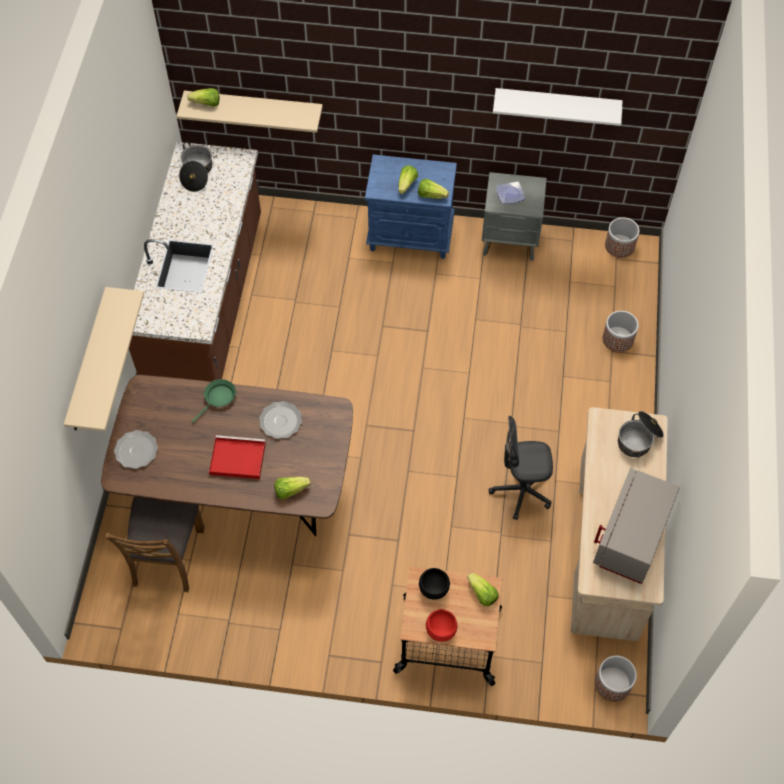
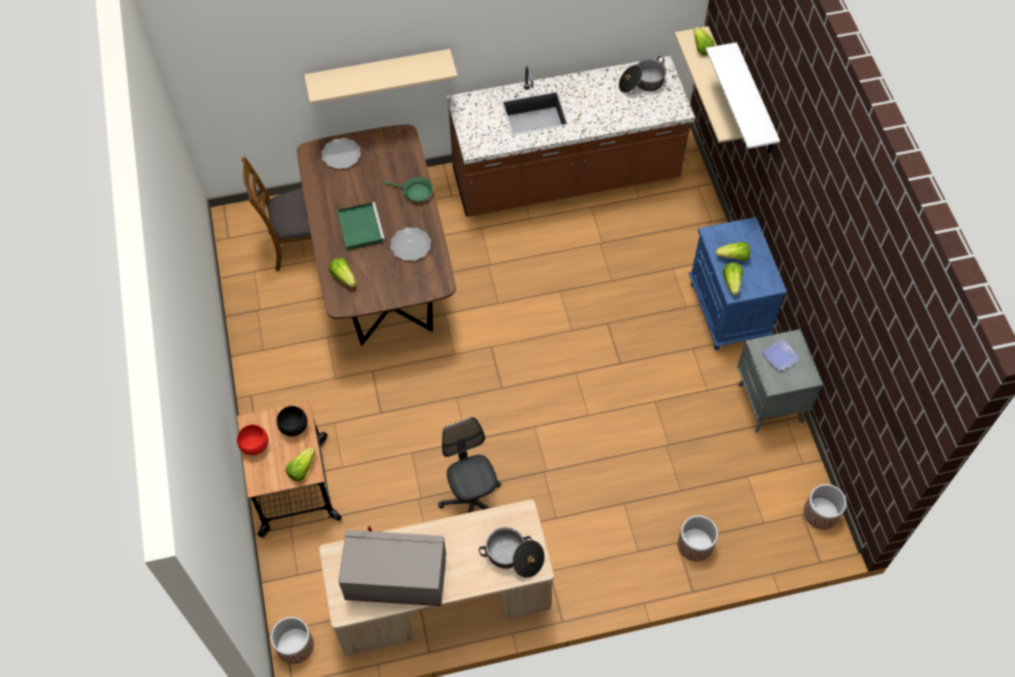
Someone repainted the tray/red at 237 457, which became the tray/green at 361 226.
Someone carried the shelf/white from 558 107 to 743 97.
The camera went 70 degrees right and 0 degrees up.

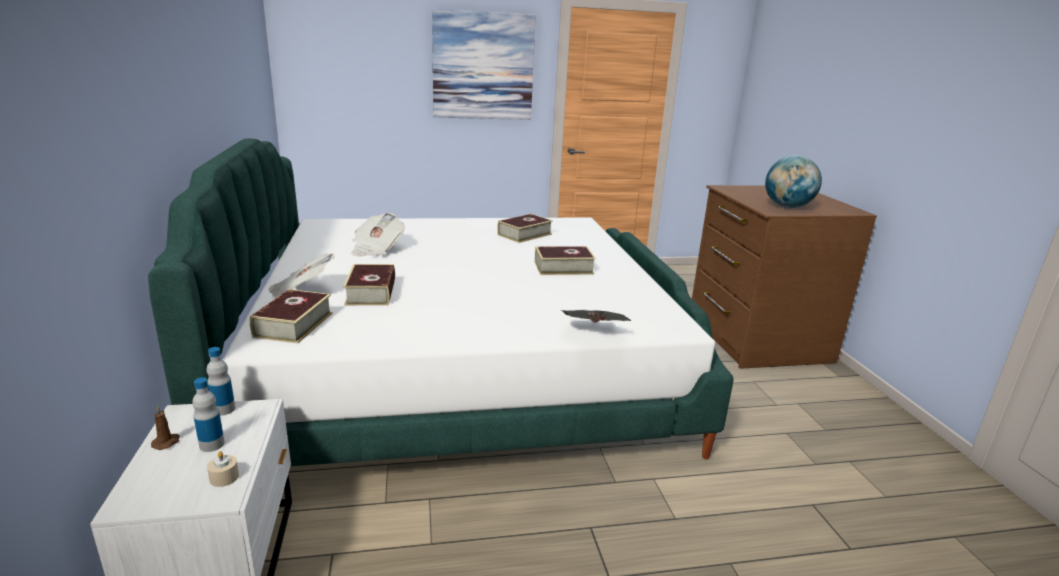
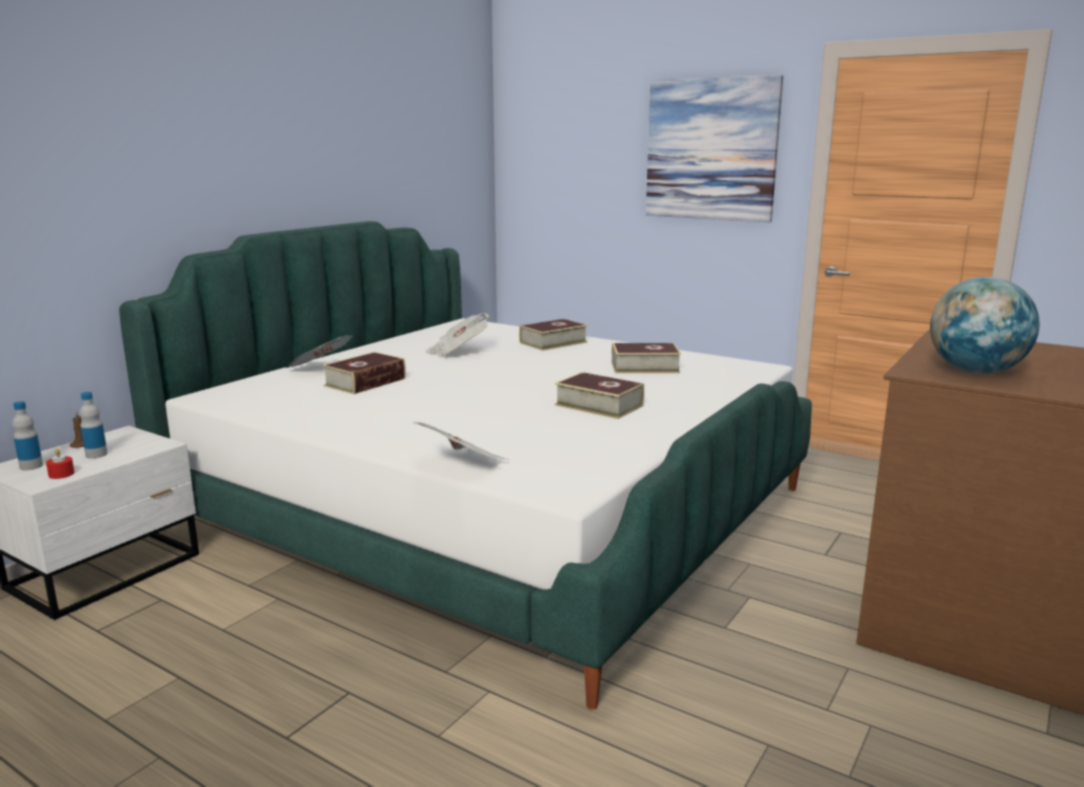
Someone carried the bottle from 220 381 to 27 435.
Someone repainted the candle/beige at 223 469, which became the candle/red at 60 464.
Someone carried the book from 291 316 to 553 335.
The camera went 45 degrees right and 5 degrees down.

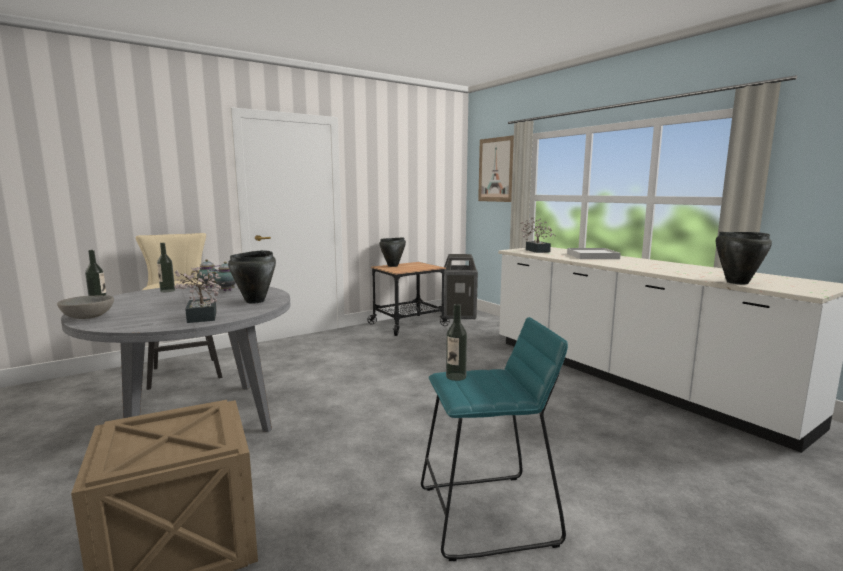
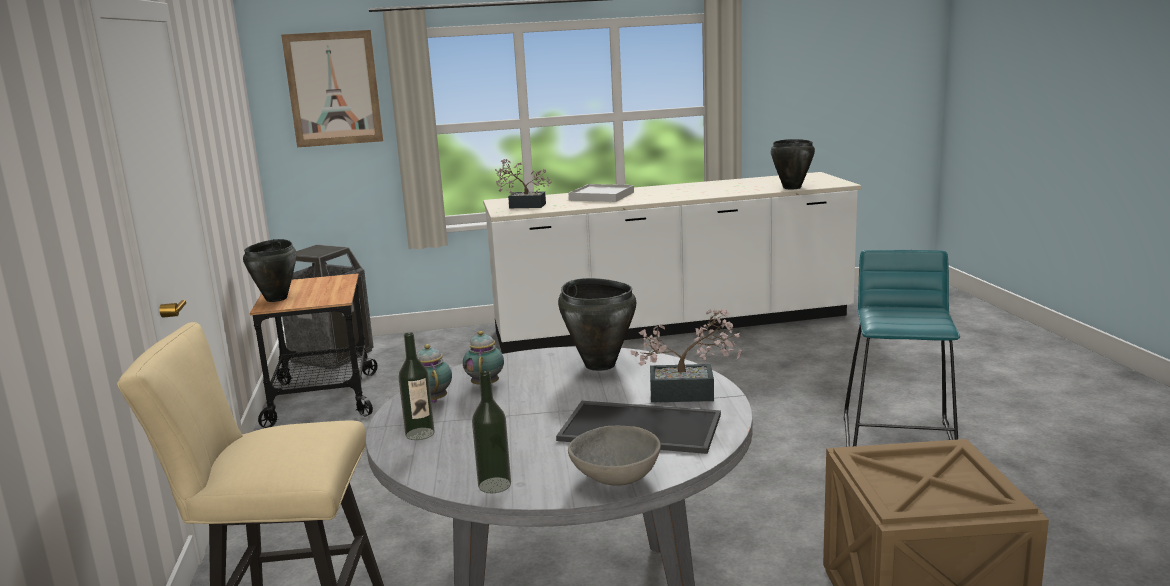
Someone took away the bottle at 456 342.
Someone put down the tray at 638 427.
The camera went 65 degrees left and 5 degrees up.

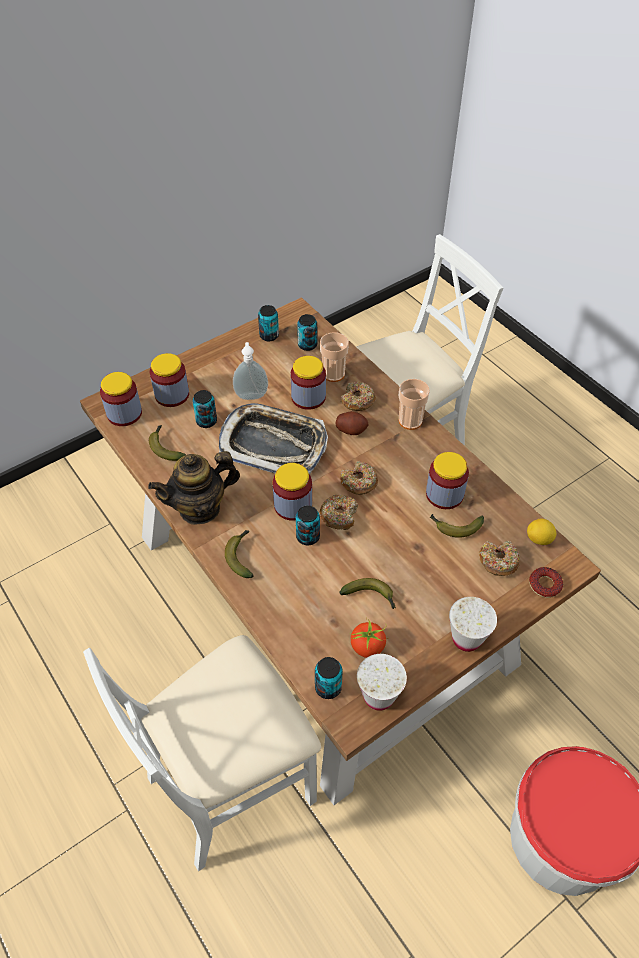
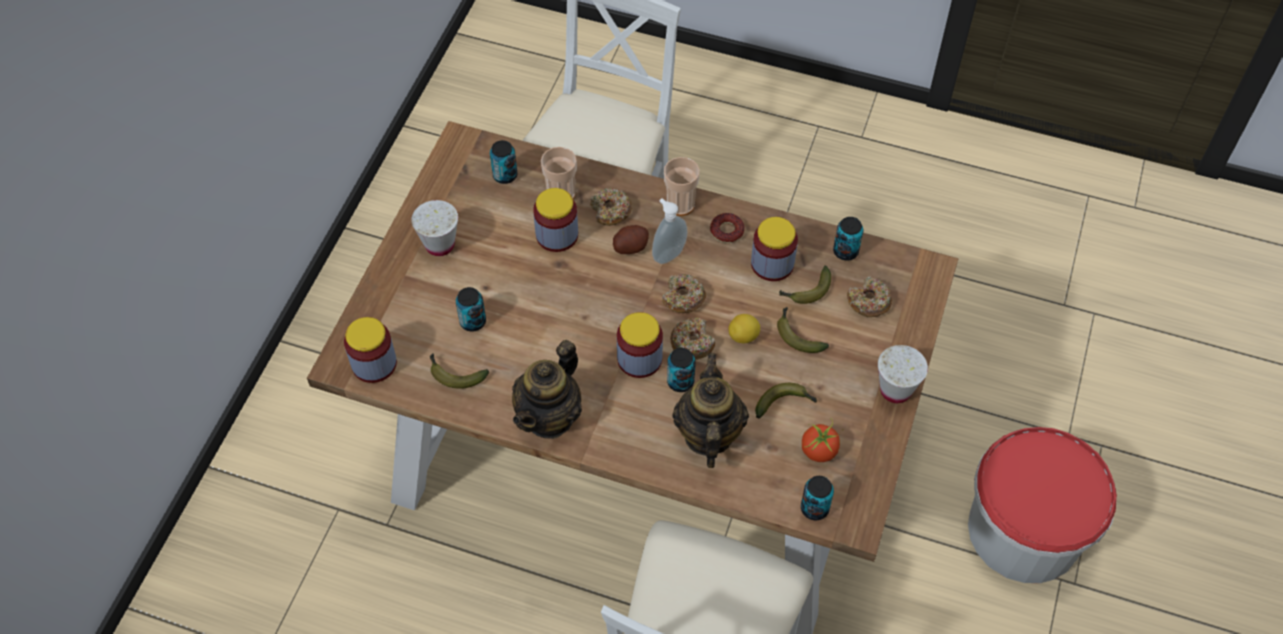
Someone took away the jar at 169 380.
Someone took away the tray at 273 438.
Someone carried the banana from 239 554 to 803 330.
Someone carried the soap dispenser from 250 371 to 670 231.
Someone carried the can from 268 323 to 848 239.
Someone carried the cup/white from 382 682 to 434 228.
Someone carried the lemon from 541 532 to 744 328.
Someone carried the donut from 546 582 to 727 228.
Someone put down the teapot at 710 410.
The camera went 35 degrees left and 5 degrees up.

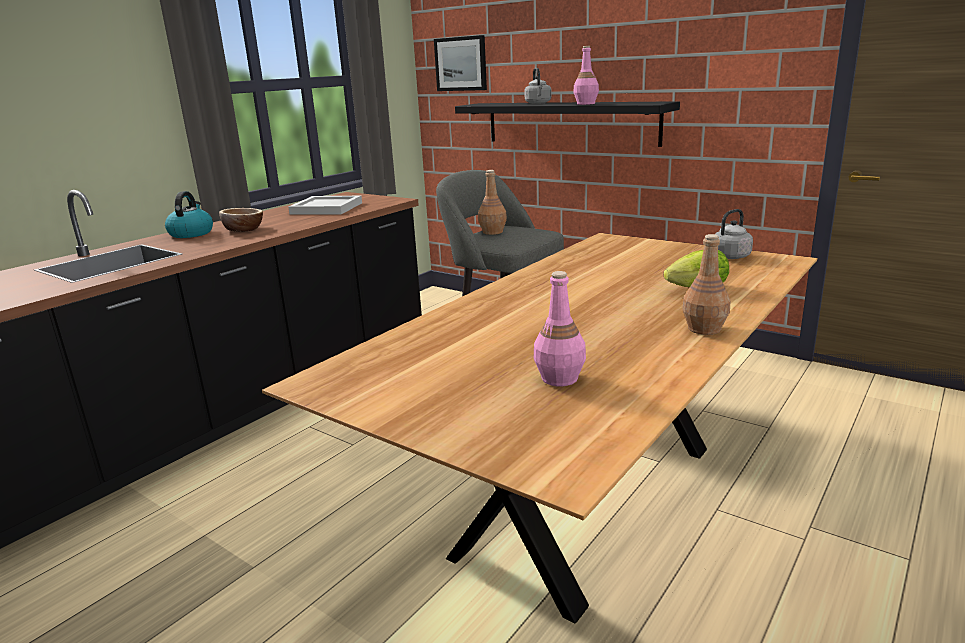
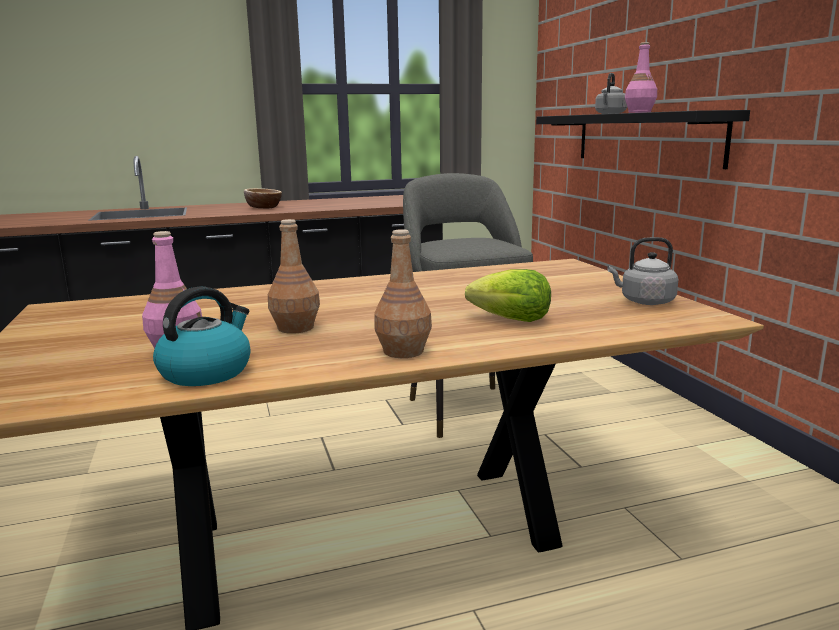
Someone carried the kettle from 189 214 to 201 336.
Someone took away the tray/white at 325 205.
Someone took away the picture at 460 63.
Someone carried the bottle/brown from 492 202 to 294 276.
The camera went 35 degrees right and 5 degrees down.

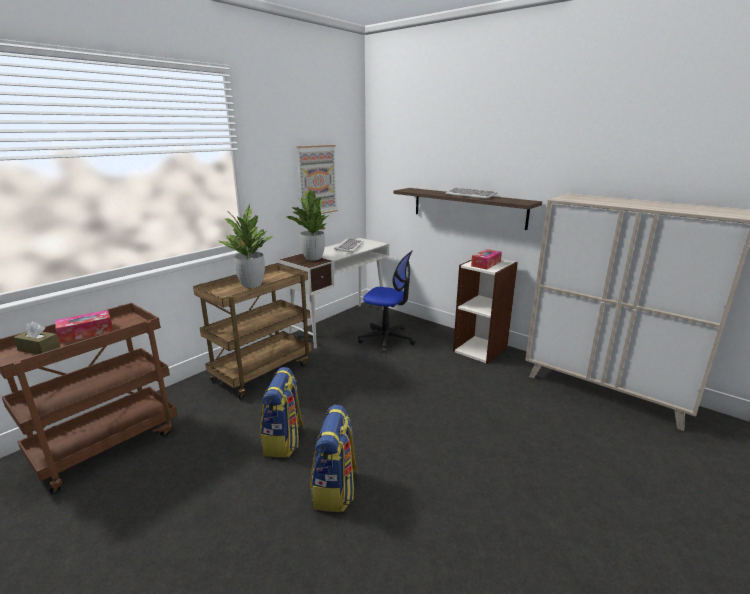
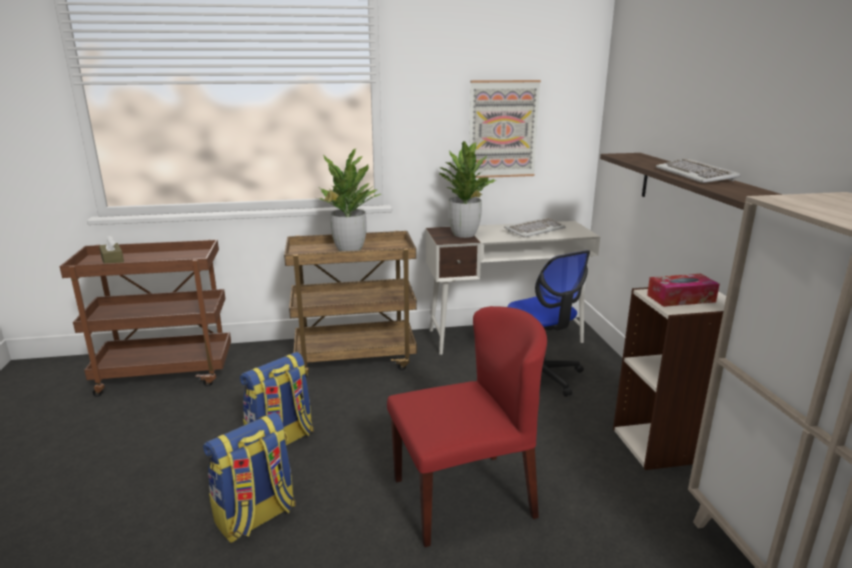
Someone took away the tissue box at 84 326.
Someone put down the chair/red at 467 426.
The camera went 40 degrees right and 0 degrees up.

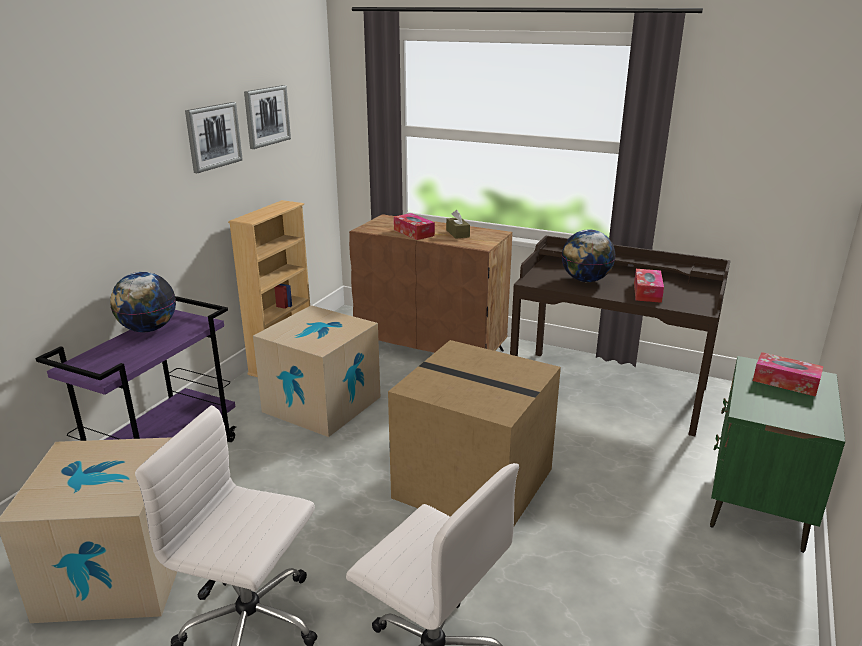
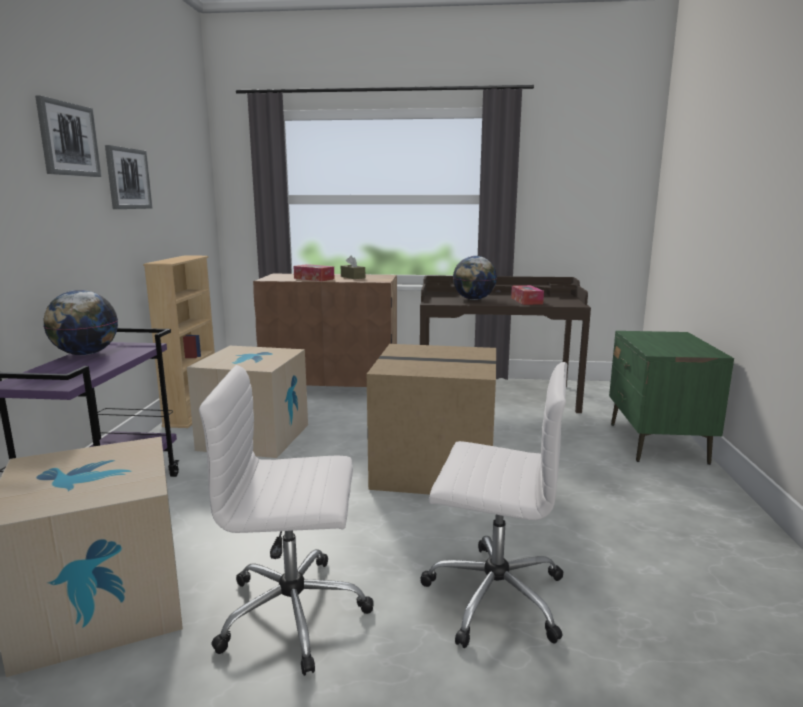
Someone carried the picture from 267 117 to 68 136.
Someone took away the tissue box at 788 374.
The camera went 20 degrees left and 10 degrees down.

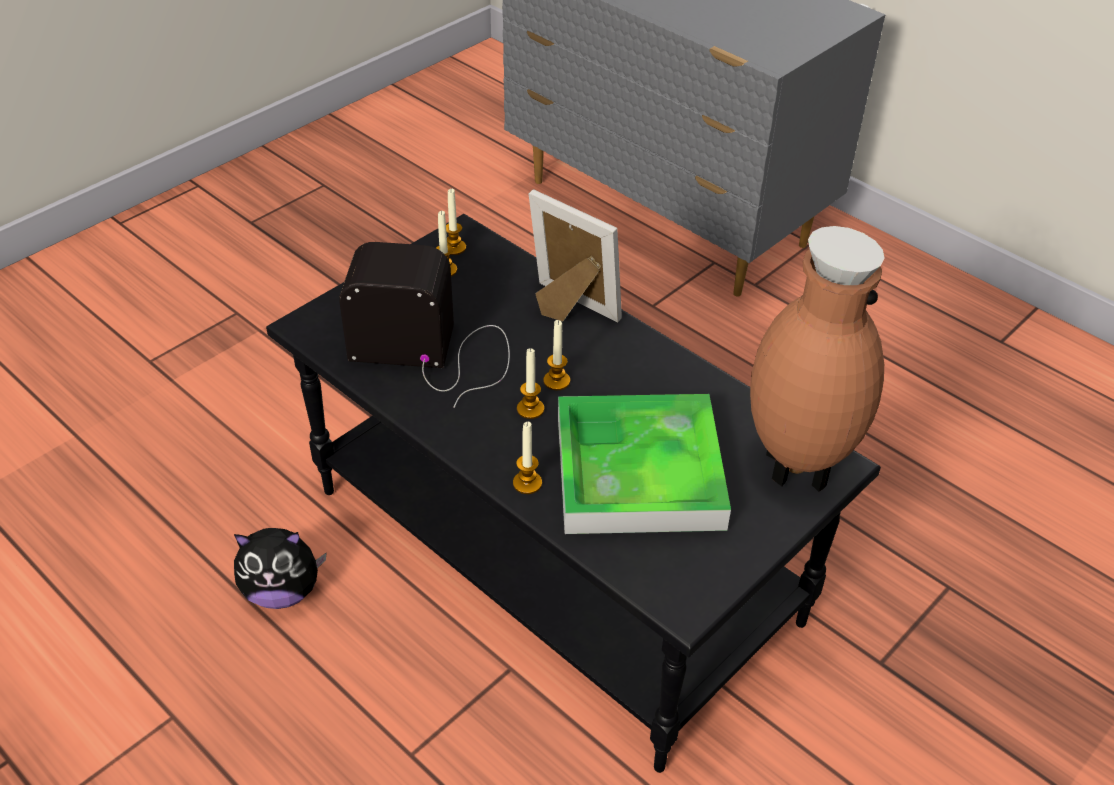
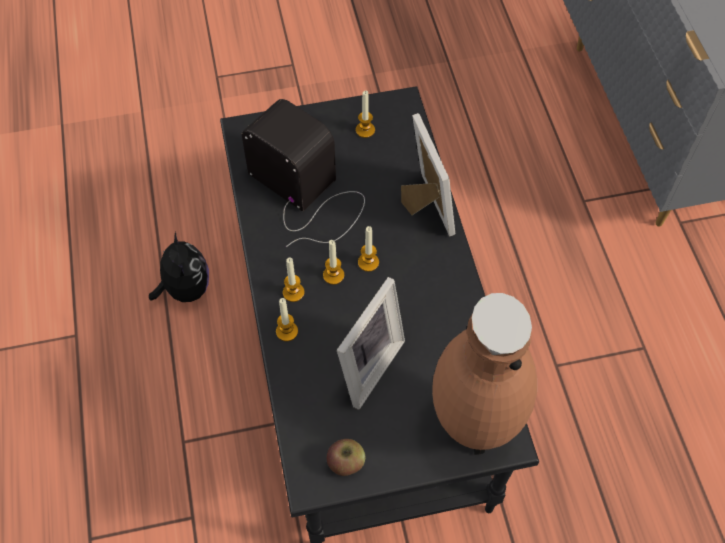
Someone rotated the plush toy at 280 568 by 135 degrees counterclockwise.
Someone carried the candle from 456 222 to 294 279.
Someone swapped the tray at 644 464 for the picture frame at 371 343.
Someone put down the apple at 346 457.
The camera went 35 degrees right and 15 degrees up.

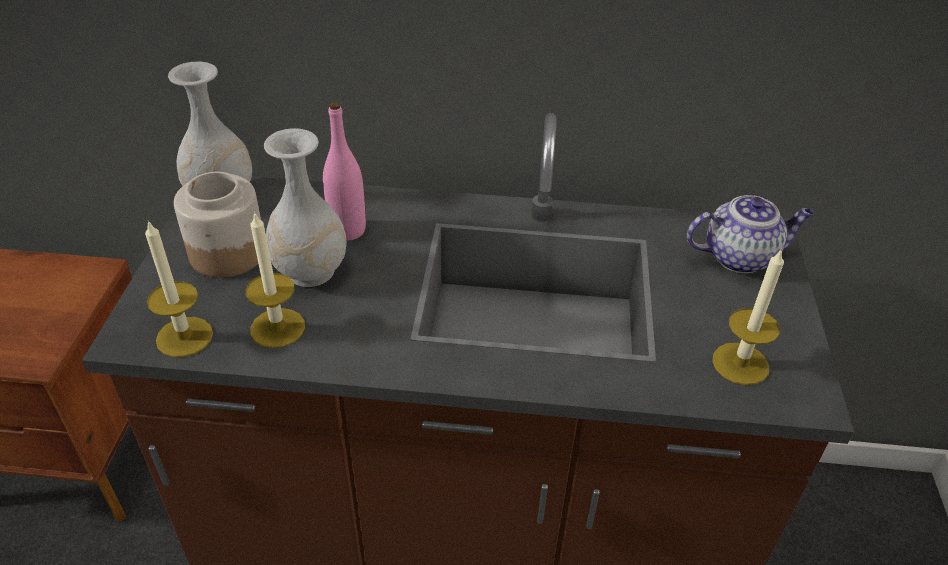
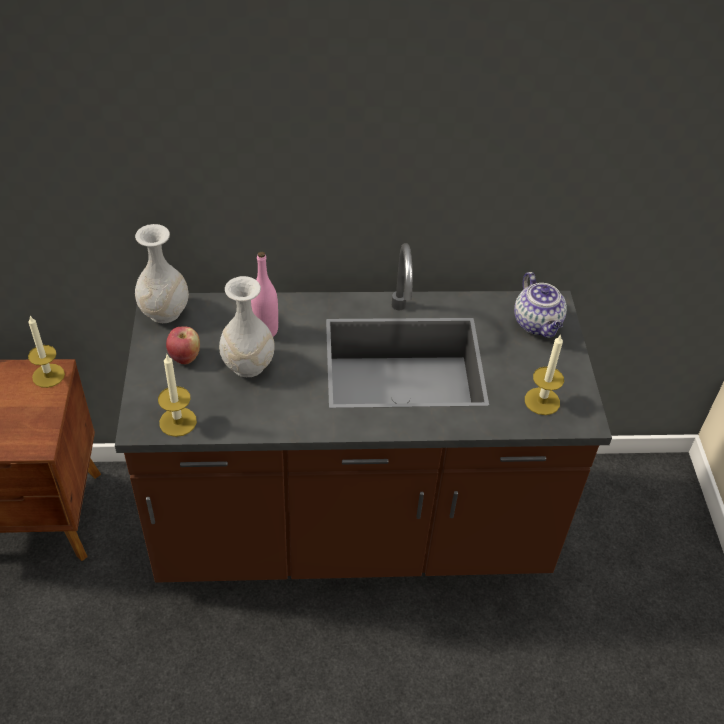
Someone swapped the jar at 217 225 for the apple at 183 345.
Someone carried the candle from 275 279 to 46 352.
Someone rotated the teapot at 750 234 by 90 degrees clockwise.
The camera went 10 degrees left and 5 degrees up.

